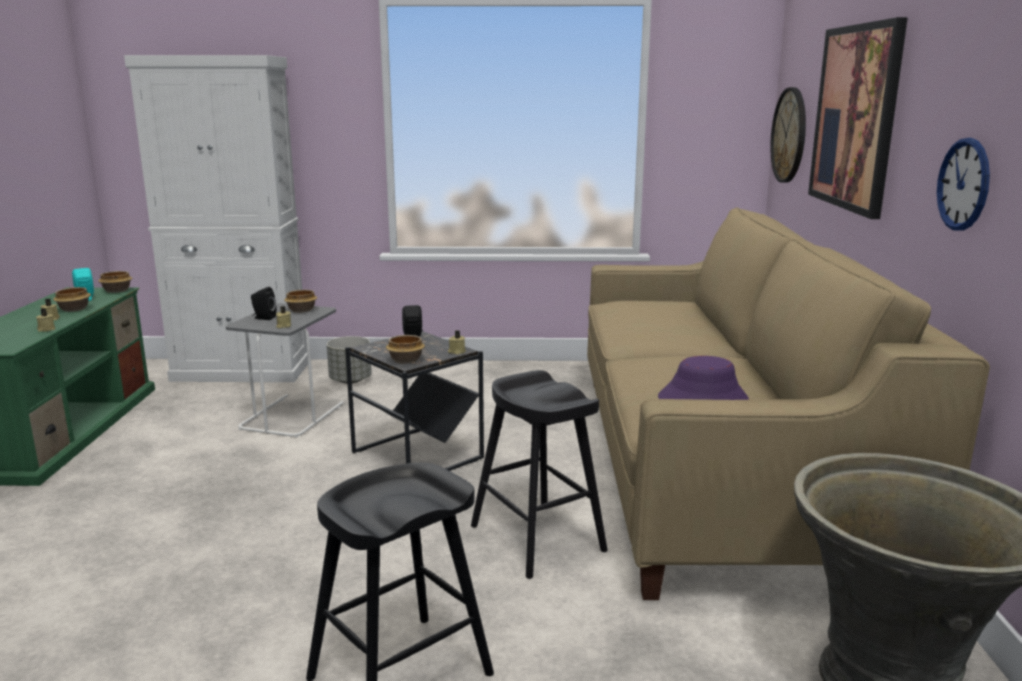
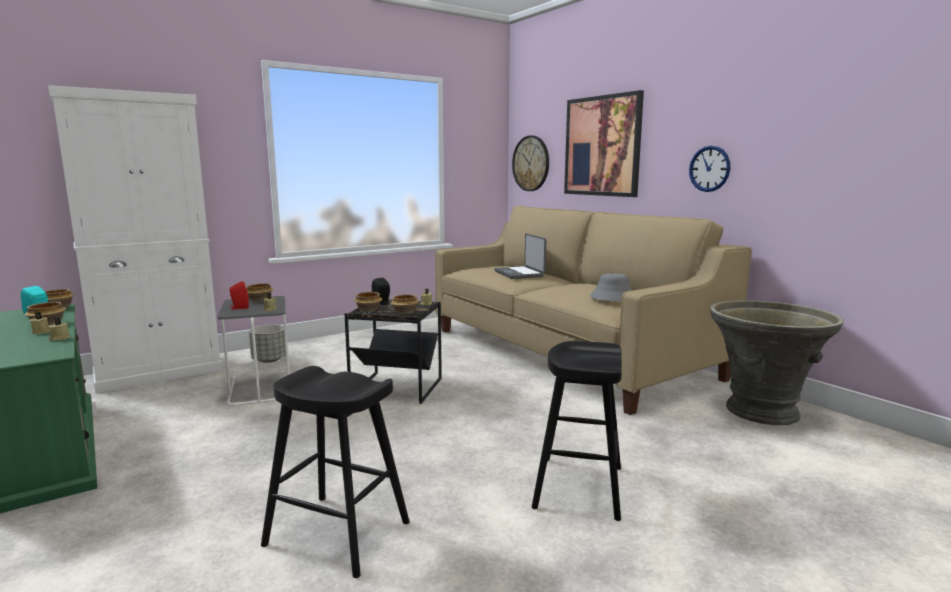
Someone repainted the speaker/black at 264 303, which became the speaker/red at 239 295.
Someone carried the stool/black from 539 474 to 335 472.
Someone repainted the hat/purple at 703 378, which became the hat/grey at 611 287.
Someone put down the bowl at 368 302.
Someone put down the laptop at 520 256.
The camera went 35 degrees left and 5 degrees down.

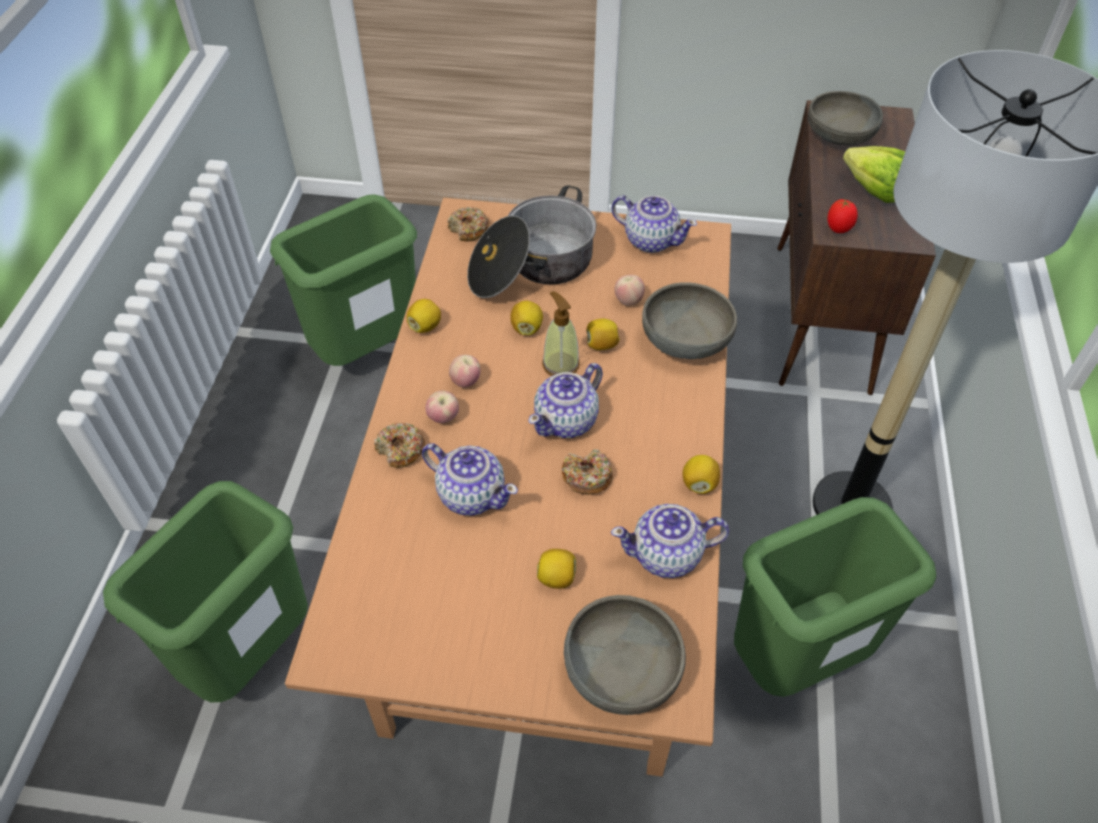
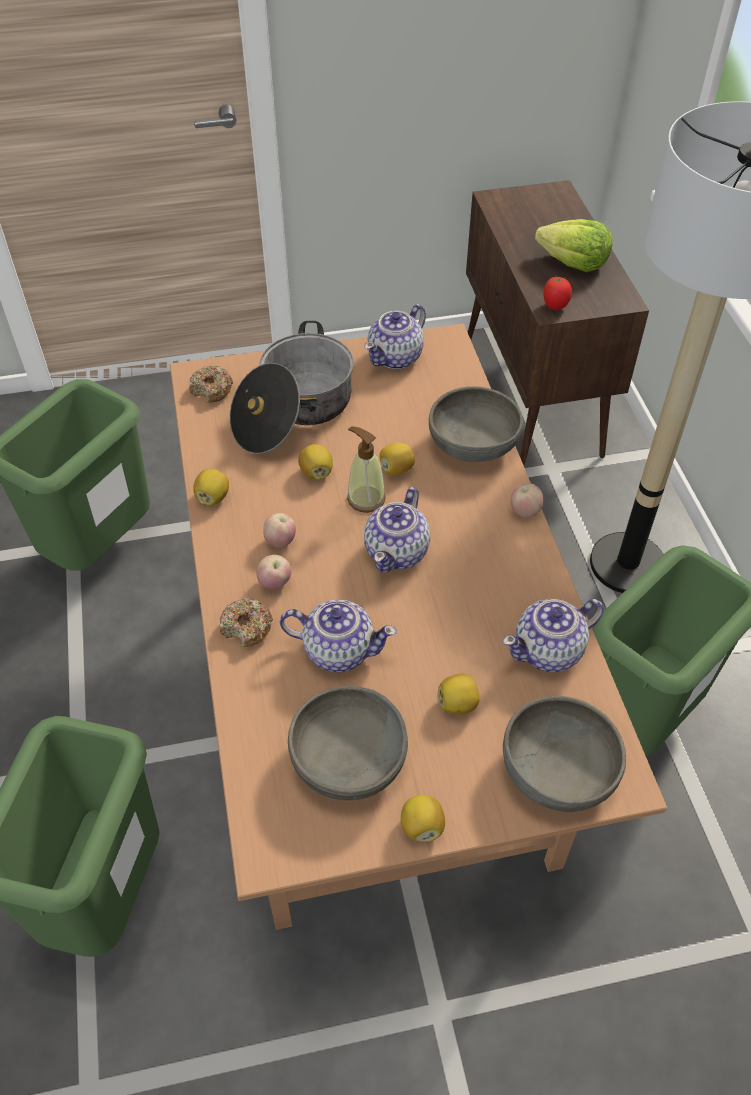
Someone took away the donut at 587 472.
Someone rotated the teapot at 654 224 by 120 degrees clockwise.
Someone carried the apple from 630 290 to 526 500.
Someone carried the lemon from 701 474 to 423 818.
Someone carried the bowl/grey from 845 118 to 348 743.
The camera went 20 degrees left and 0 degrees up.

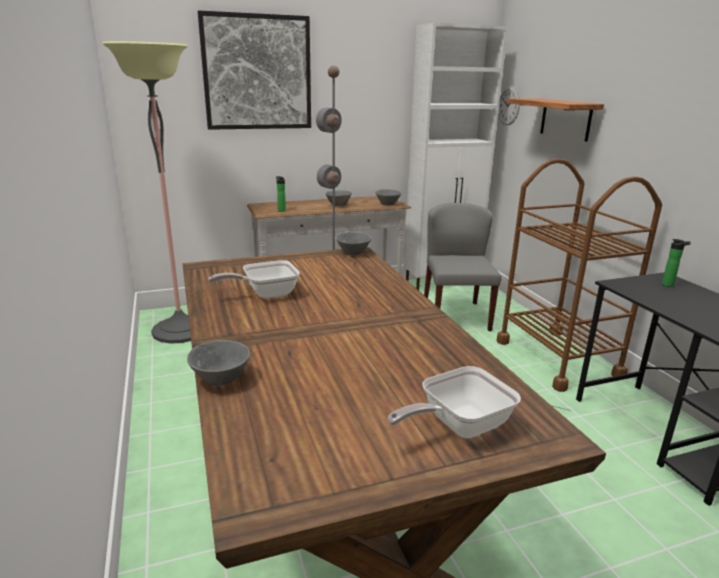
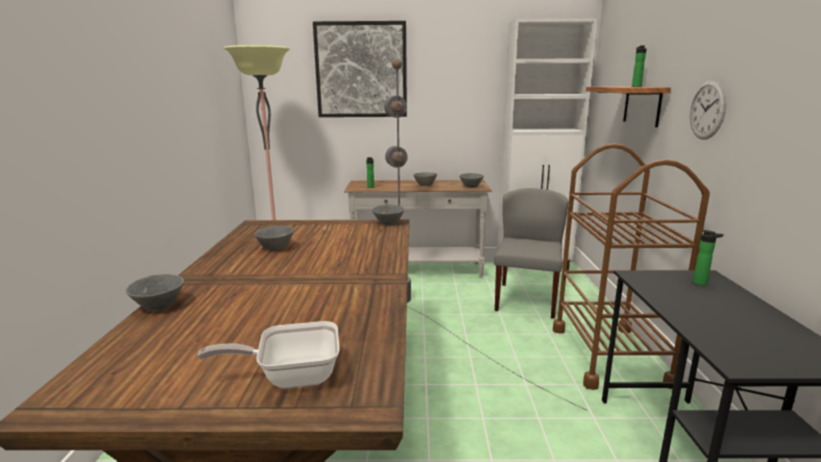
Someone swapped the frying pan at 254 279 for the bowl/grey at 274 238.
Someone carried the wall clock from 509 105 to 708 110.
Someone put down the bottle at 639 66.
The camera went 20 degrees right and 5 degrees down.

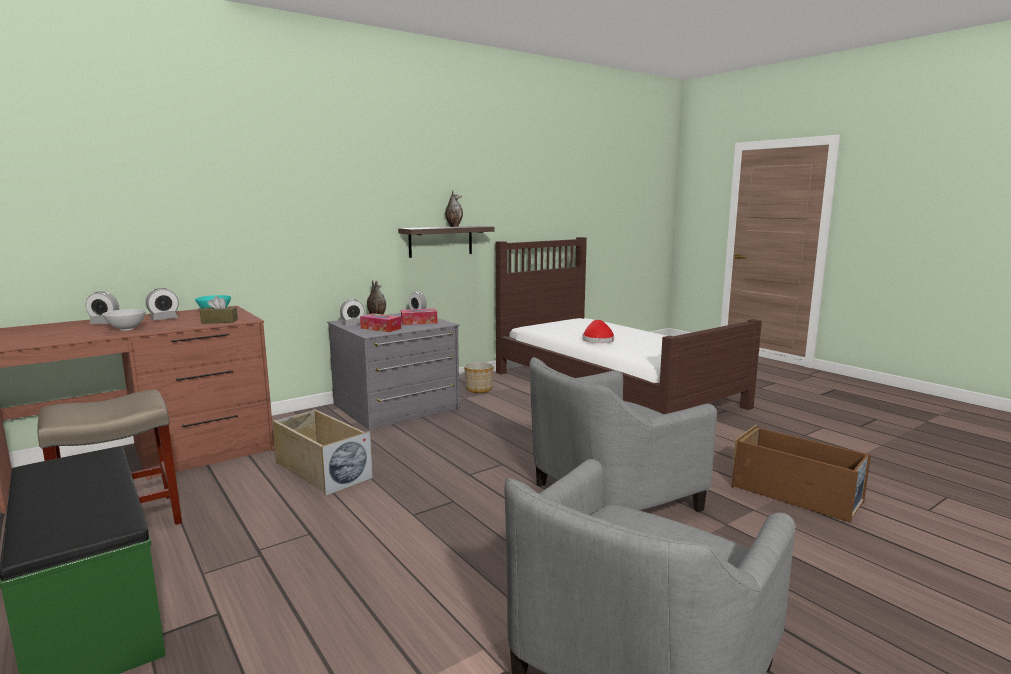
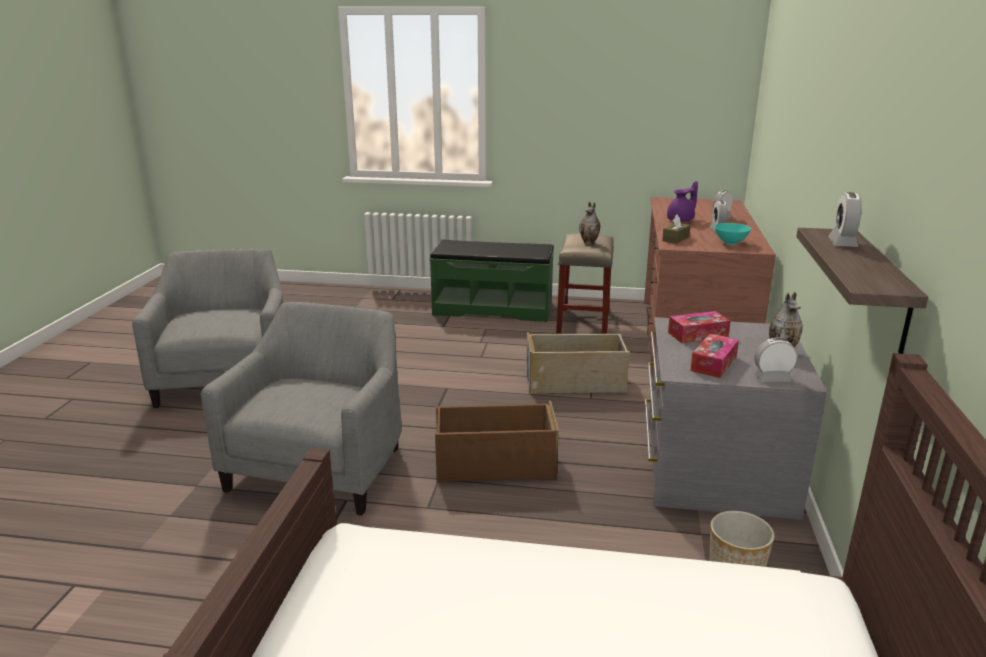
Someone swapped the bowl/white at 124 320 for the teapot/purple at 682 201.
Someone carried the alarm clock from 352 312 to 845 219.
Someone carried the vase from 454 209 to 589 223.
Someone took away the hat/red at 598 331.
Someone carried the storage box/brown from 801 474 to 497 441.
The camera went 135 degrees right and 10 degrees up.

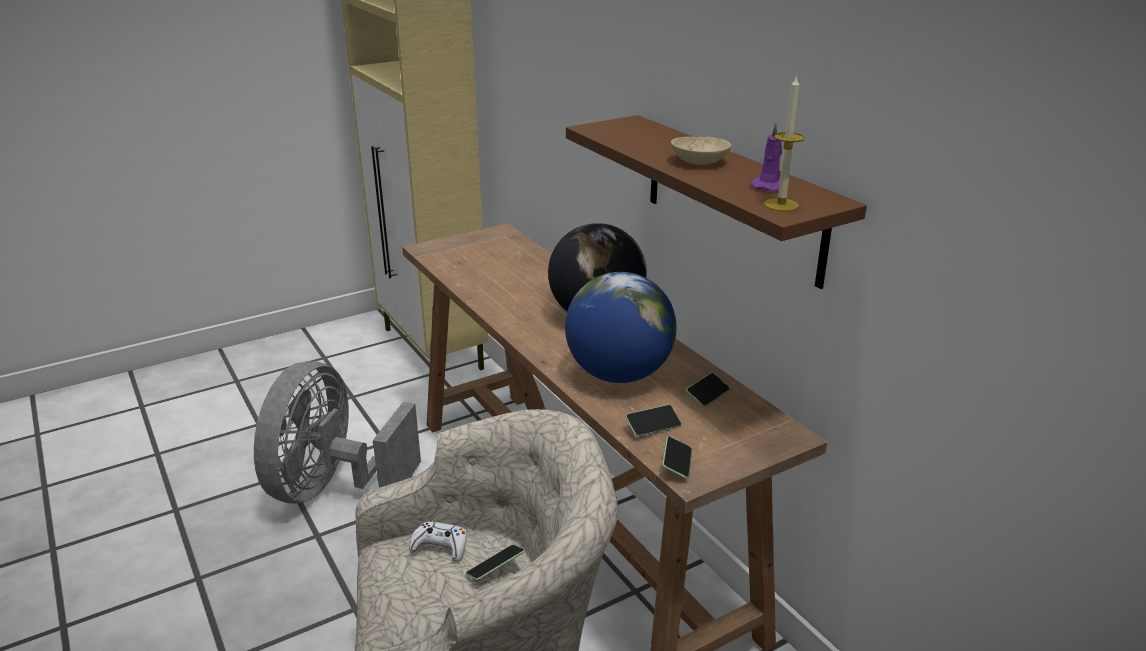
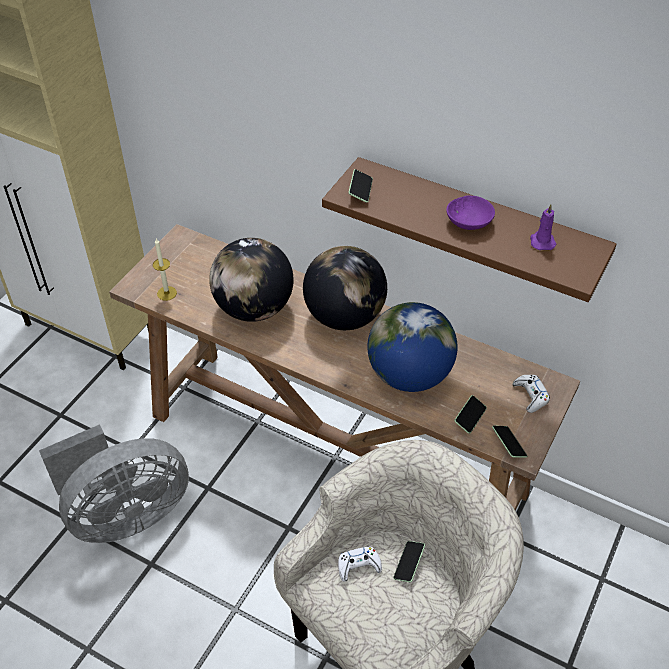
Someone rotated the fan/grey at 337 432 by 105 degrees counterclockwise.
Someone repainted the bowl/beige at 701 151, which became the bowl/purple at 470 212.
Someone carried the phone from 708 390 to 361 186.
Someone carried the candle from 784 143 to 165 270.
Someone put down the globe at 251 280.
Someone put down the game controller/white at 531 394.
The camera went 30 degrees left and 20 degrees up.

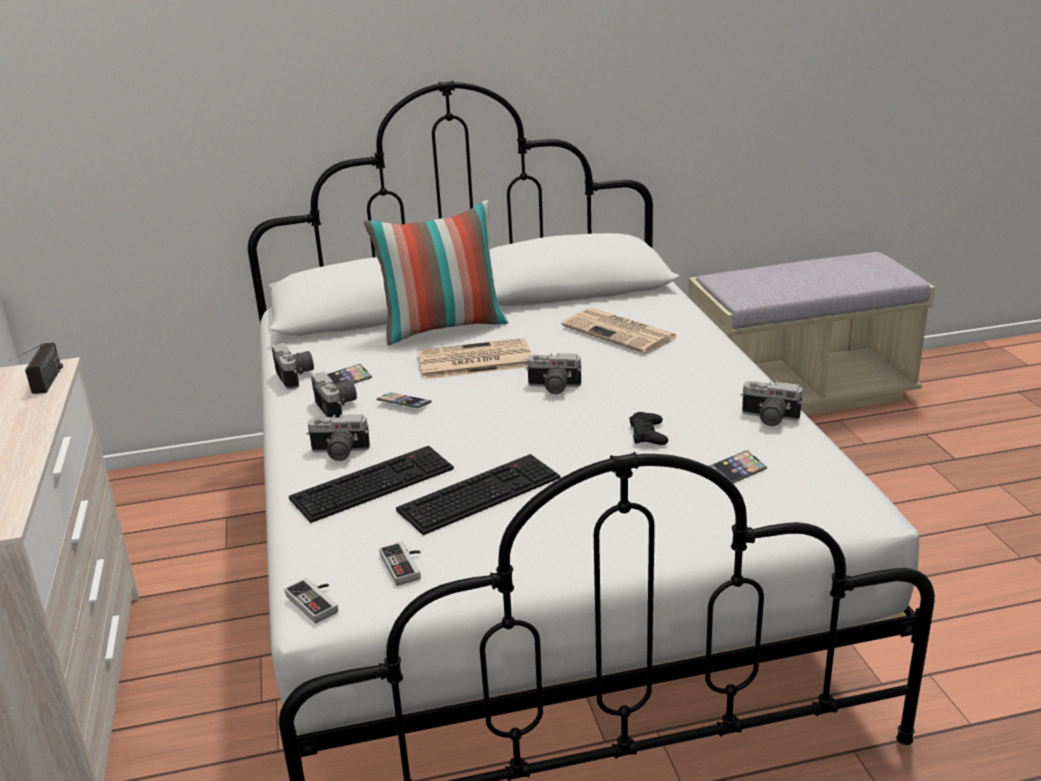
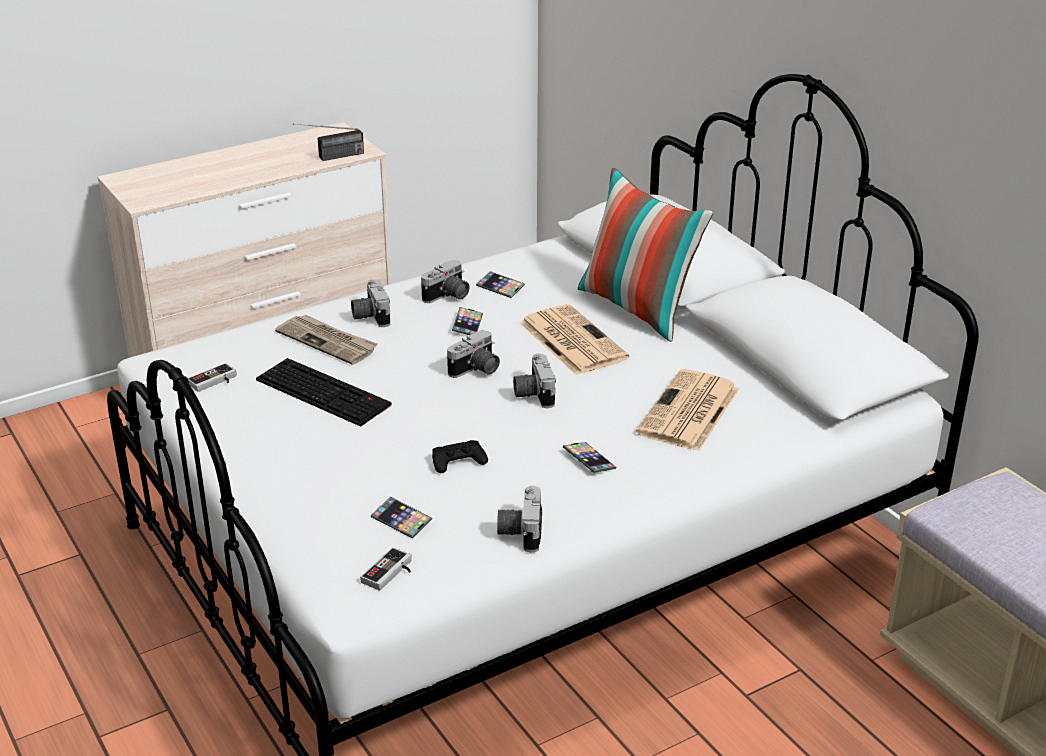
Someone carried the photo camera from 293 366 to 473 354.
Someone carried the game controller from 311 600 to 385 569.
Someone swapped the keyboard at 371 484 for the newspaper at 326 339.
Someone put down the phone at 589 457.
The camera went 70 degrees right and 5 degrees up.

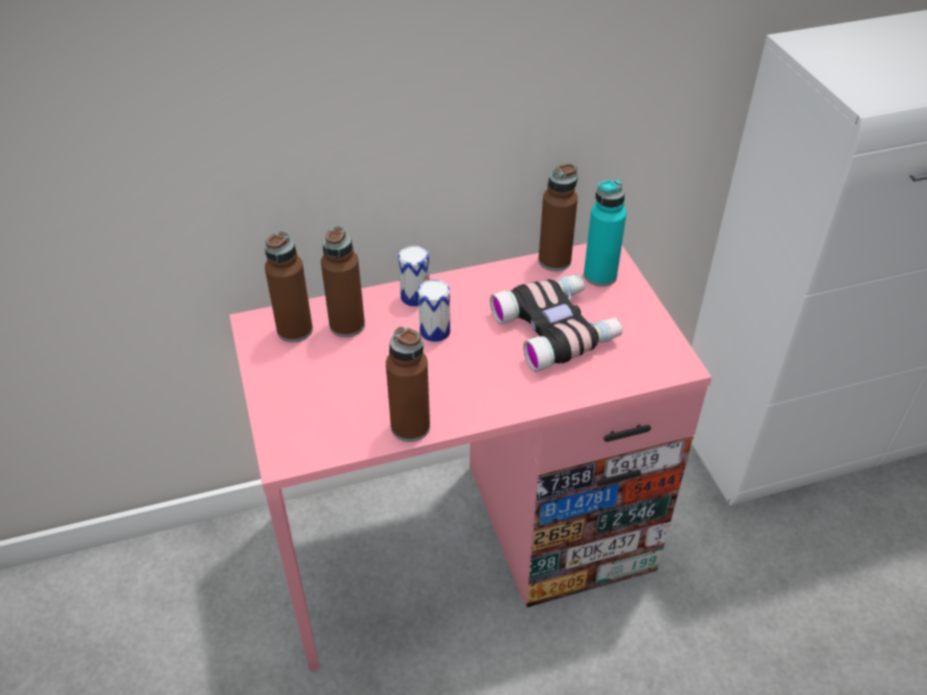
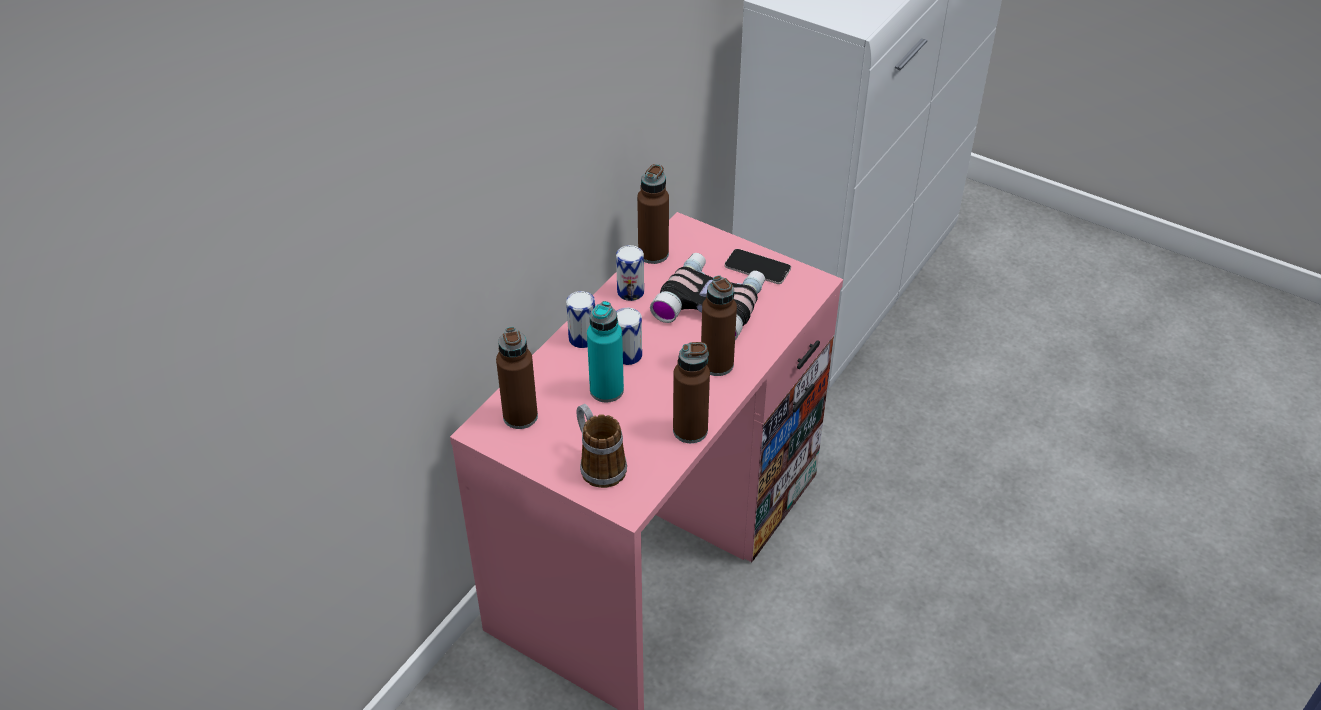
Someone carried the bottle/brown from 343 281 to 719 325.
Someone carried the bottle/turquoise from 605 233 to 605 352.
Someone put down the mug at 602 446.
Someone put down the can at 630 273.
Someone put down the phone at 757 266.
The camera went 40 degrees left and 0 degrees up.

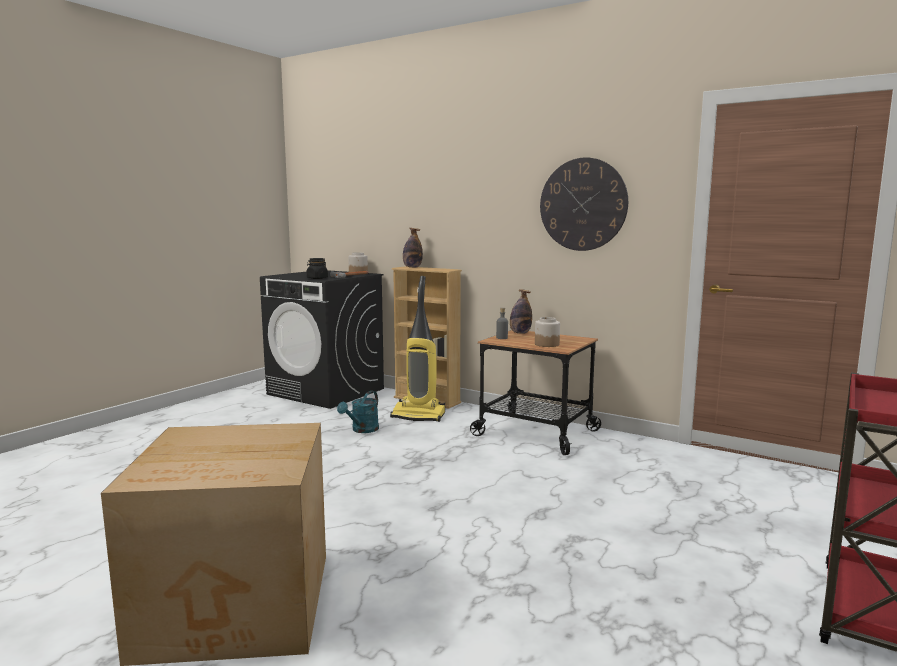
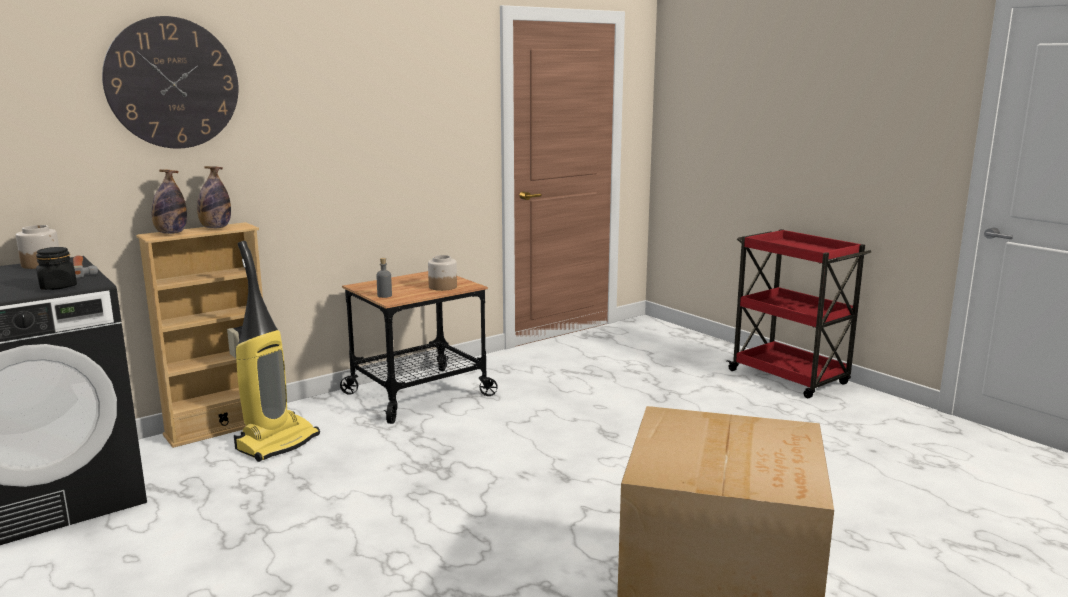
Someone took away the watering can/turquoise at 358 412.
Someone carried the bottle from 521 311 to 214 197.
Someone carried the wall clock from 584 204 to 170 82.
The camera went 70 degrees left and 5 degrees up.

